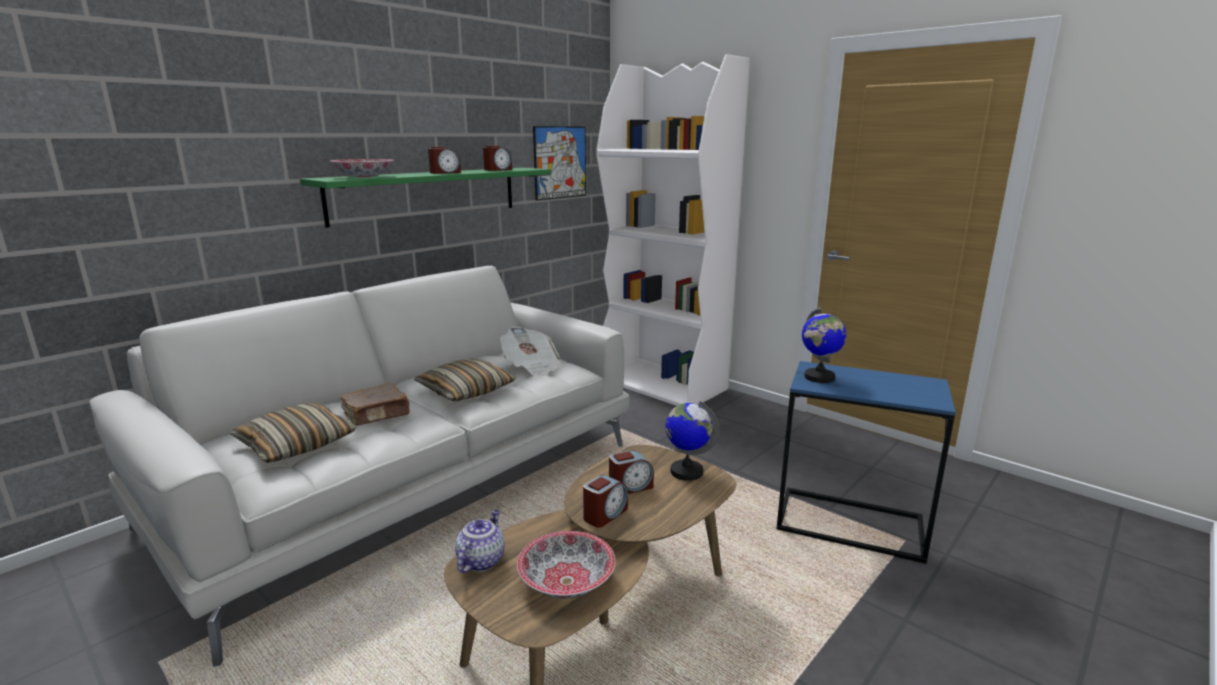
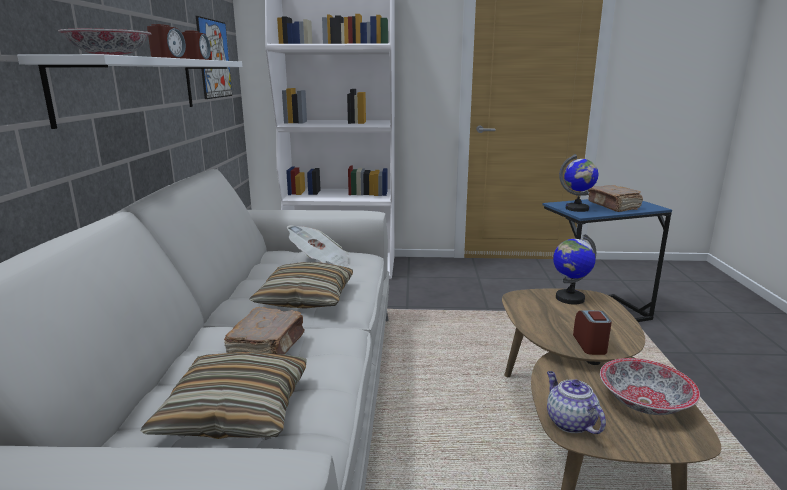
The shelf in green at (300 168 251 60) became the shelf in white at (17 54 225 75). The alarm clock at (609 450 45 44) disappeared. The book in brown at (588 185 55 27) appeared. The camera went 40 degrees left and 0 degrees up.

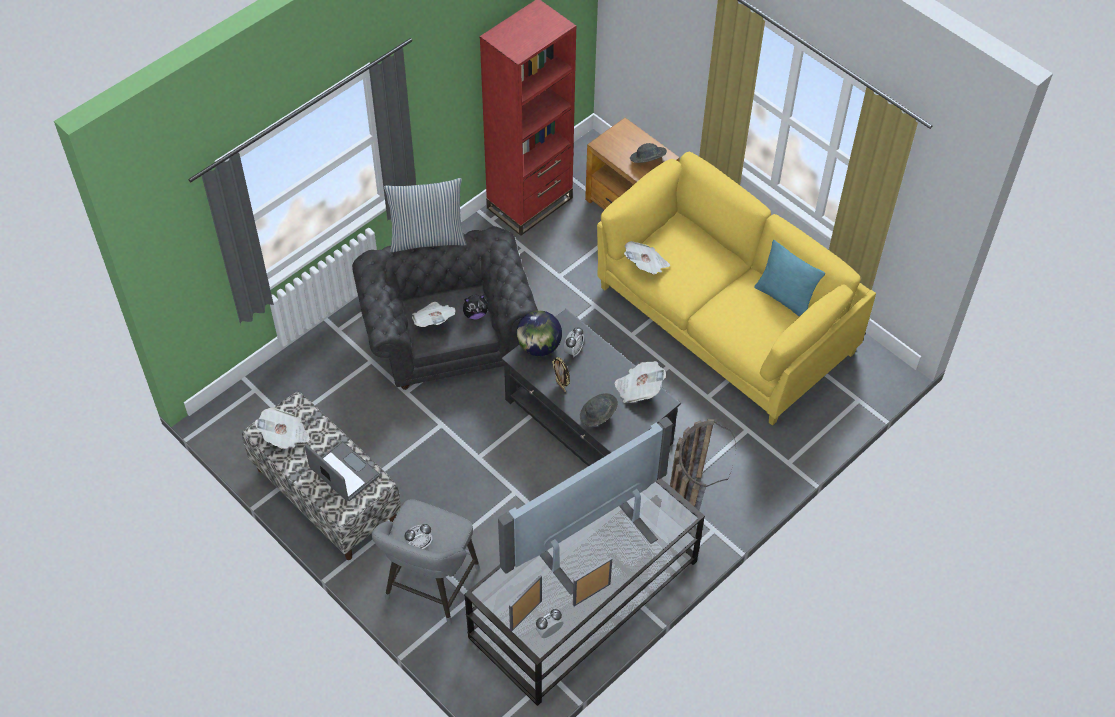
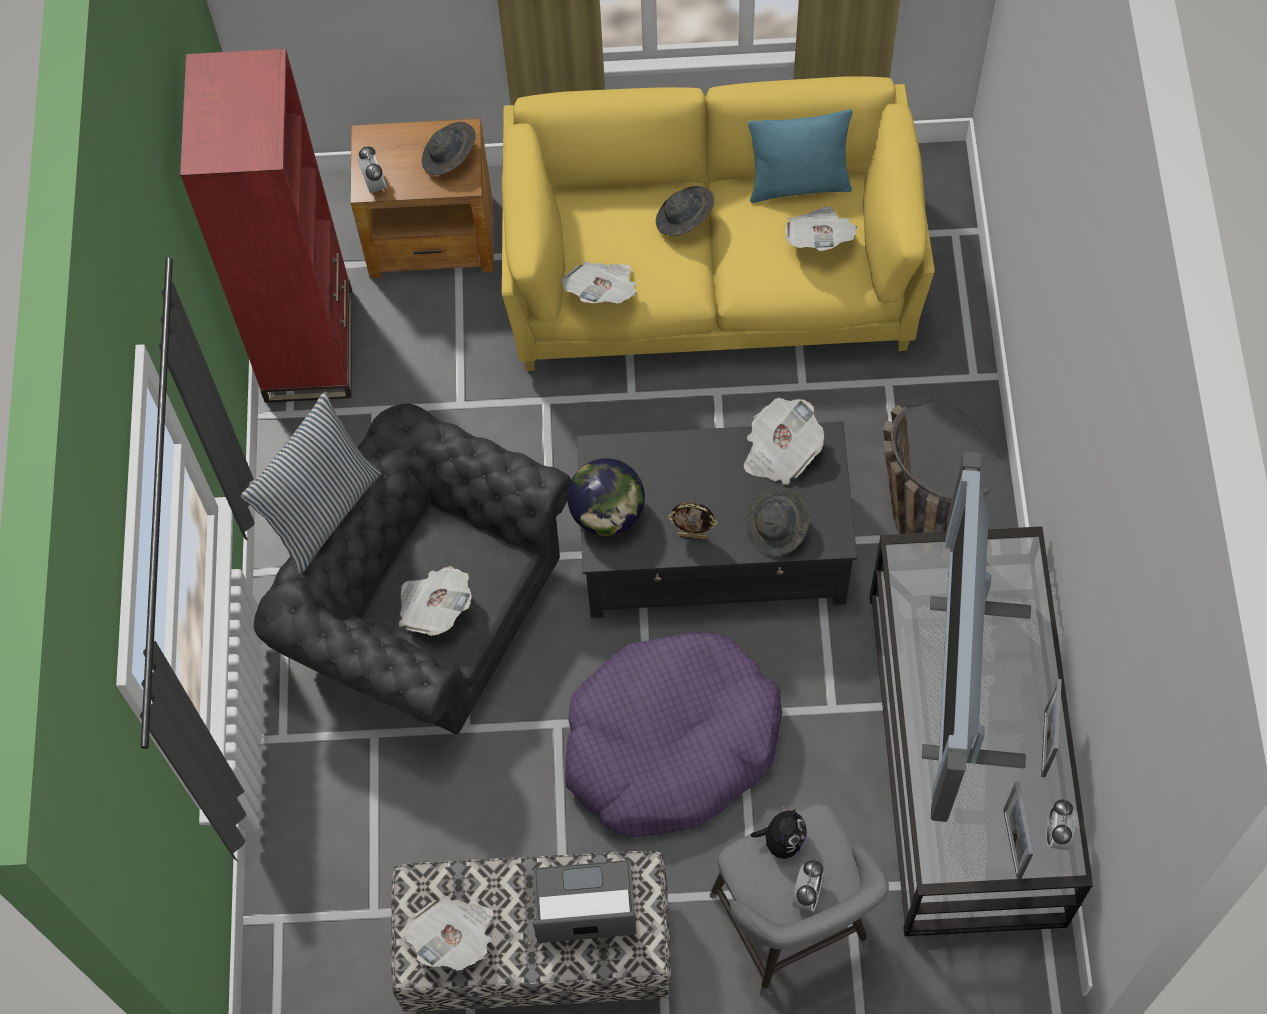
The plush toy moved from (463 295 25 25) to (751 806 56 53). The alarm clock moved from (564 327 20 30) to (357 146 30 47). The hat in grey at (656 186 58 50) appeared. The newspaper at (785 206 73 45) appeared. The dog bed in purple at (565 633 217 204) appeared. The camera went 45 degrees left and 10 degrees up.

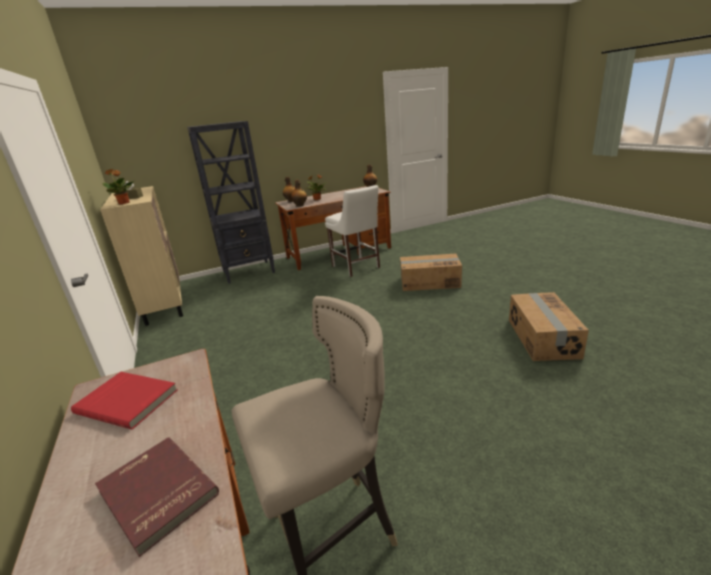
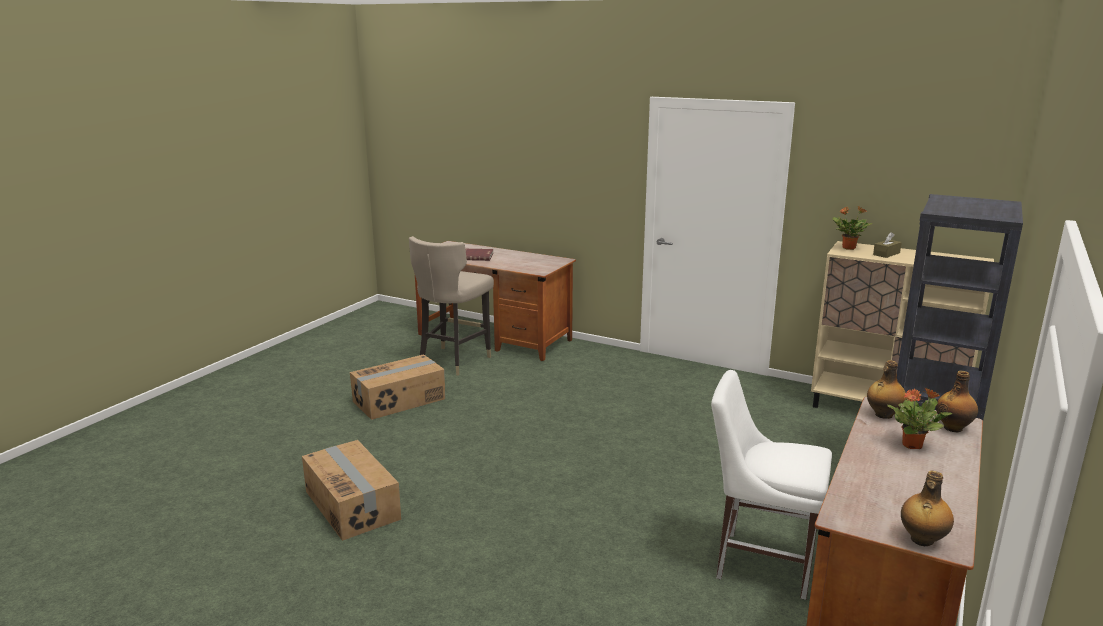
The cardboard box moved from (400 253 62 38) to (350 354 95 66). The book in red at (71 372 106 58) disappeared. The camera went 140 degrees right and 5 degrees down.

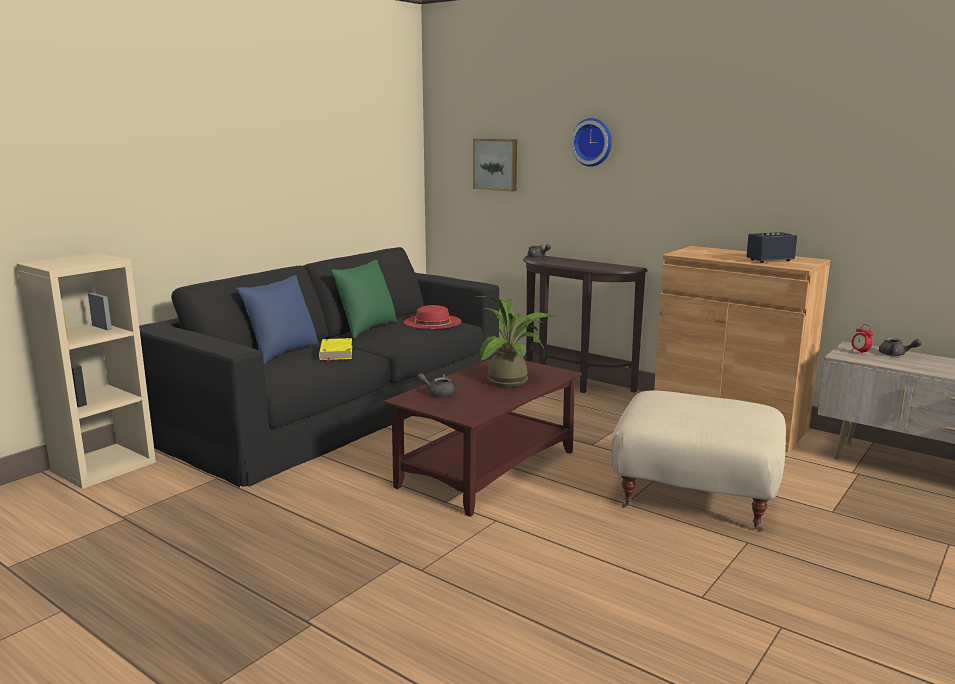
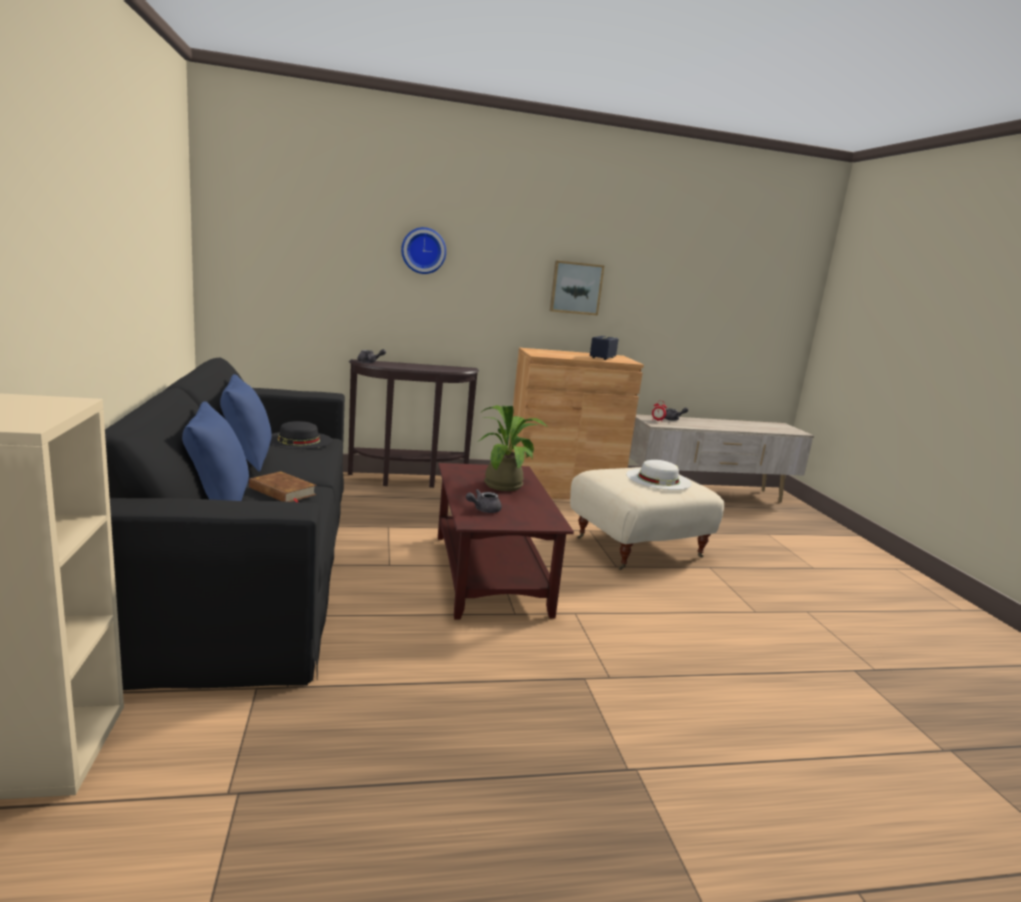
The picture moved from (473 139 44 52) to (550 260 54 56). The pillow in green at (330 260 67 78) became the pillow in blue at (220 374 52 98). The hat in red at (404 305 58 24) became the hat in black at (270 421 62 28). The book in yellow at (319 338 33 24) became the book in brown at (249 471 68 31). The hat in white at (626 460 66 30) appeared. The camera went 50 degrees left and 0 degrees up.

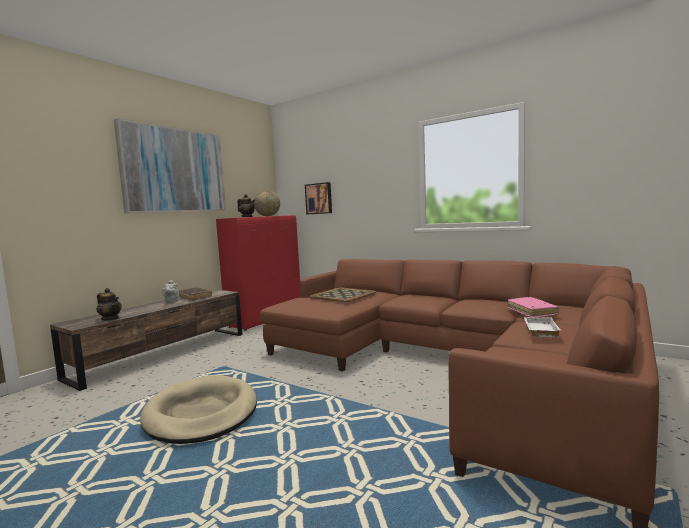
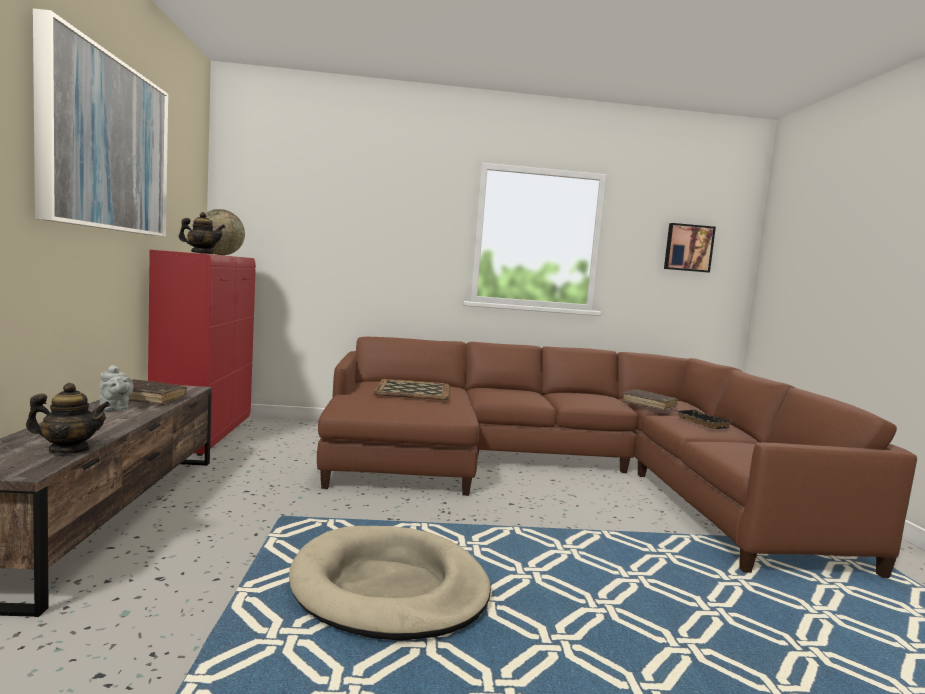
The picture moved from (305 182 27 33) to (664 223 52 49). The book in pink at (508 297 51 21) became the book in brown at (622 389 56 22). The tray in white at (524 317 37 20) became the tray in black at (676 410 56 19). The camera went 40 degrees left and 0 degrees up.

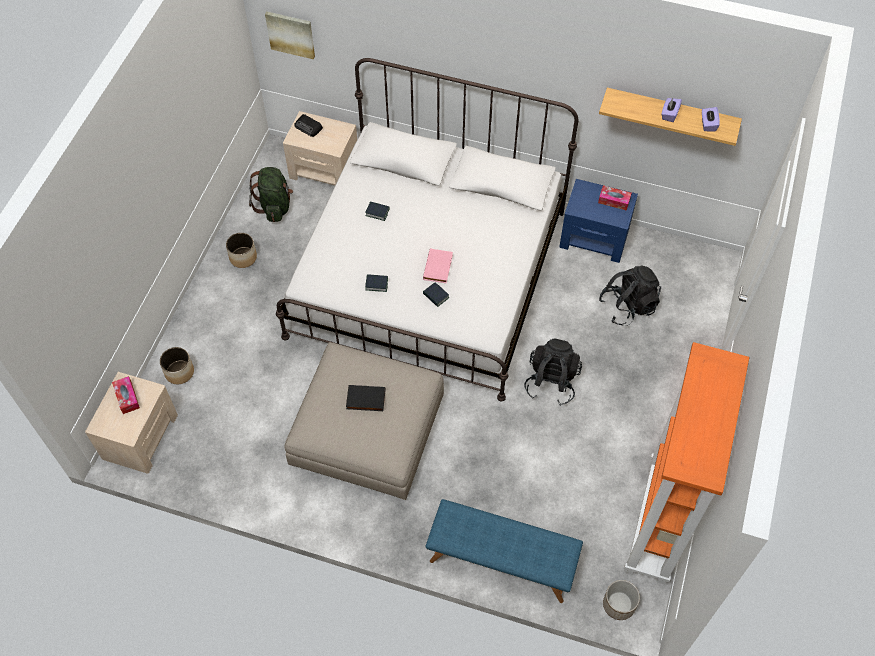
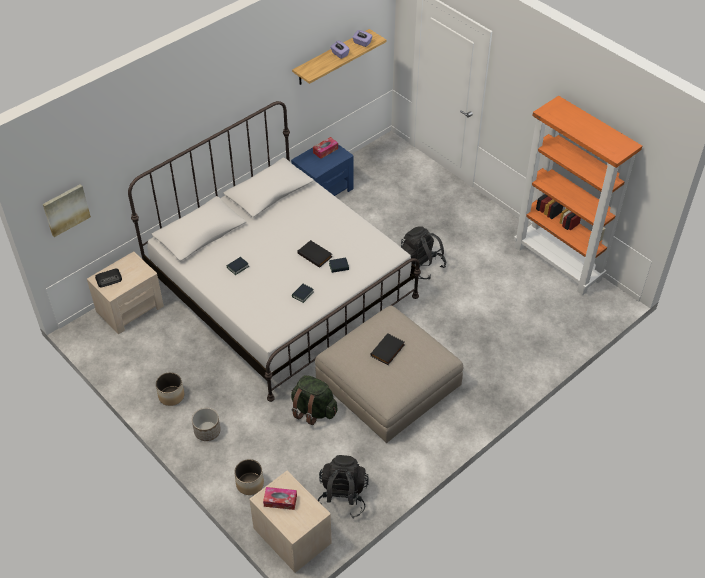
The backpack in green moved from (249 167 44 55) to (291 375 46 50). The book in pink at (423 248 30 35) became the book in black at (297 240 35 28). The backpack in black moved from (599 265 62 61) to (318 455 51 64). The bench in blue at (425 499 158 104) disappeared. The planter moved from (603 580 37 40) to (192 408 29 33). The camera went 60 degrees left and 10 degrees down.

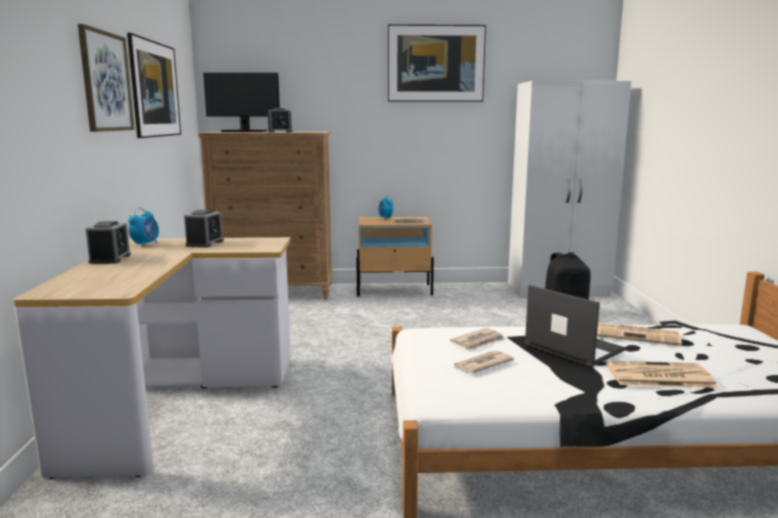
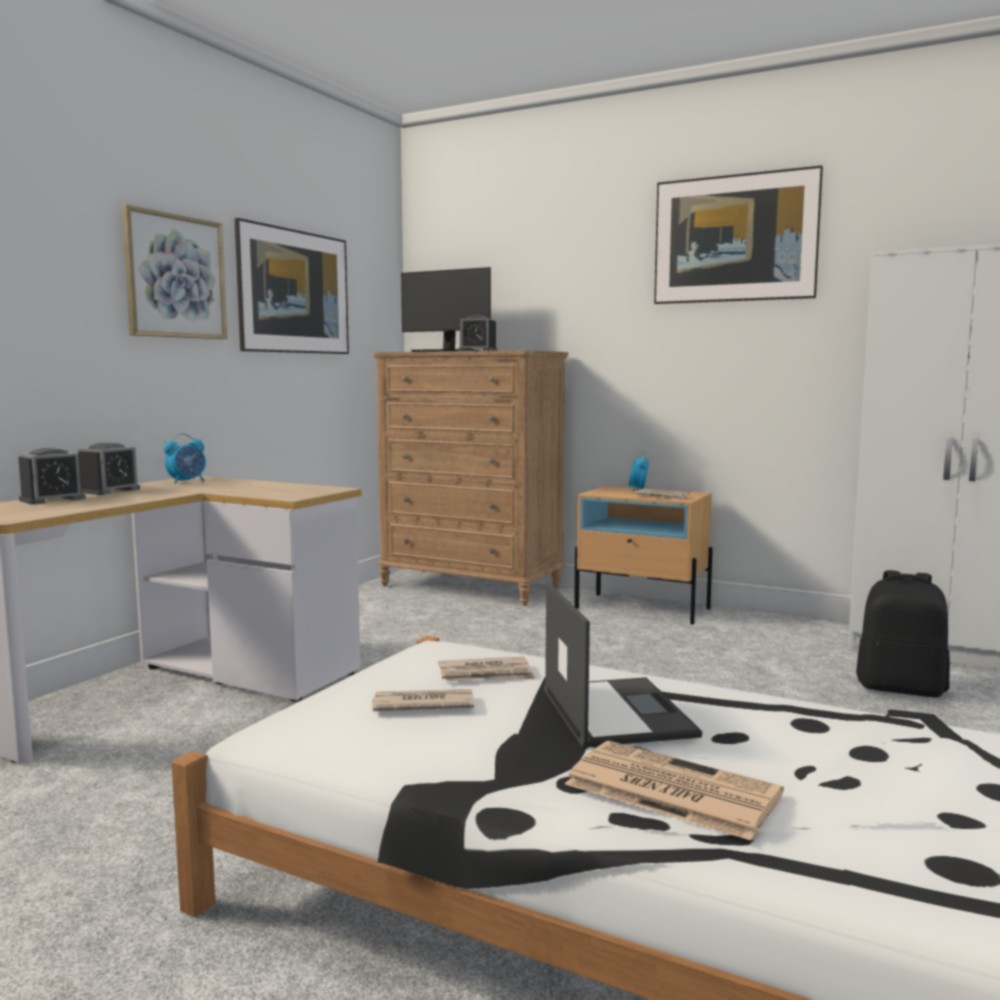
The alarm clock moved from (184 210 40 38) to (18 448 68 56). The newspaper at (597 322 85 24) disappeared. The camera went 30 degrees right and 5 degrees down.

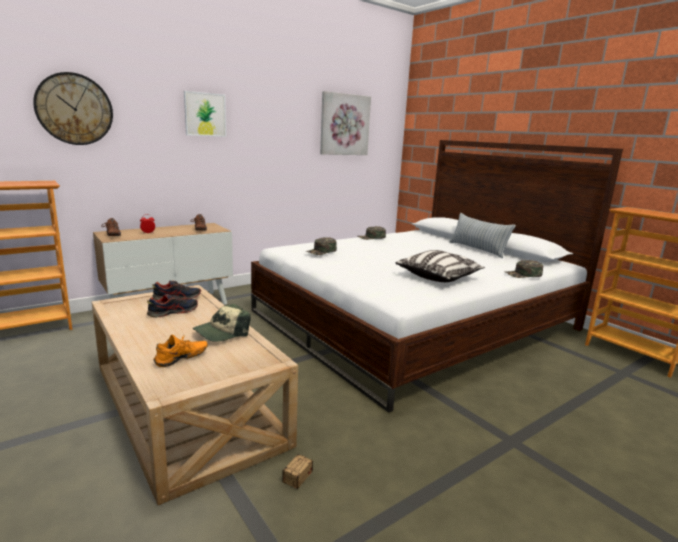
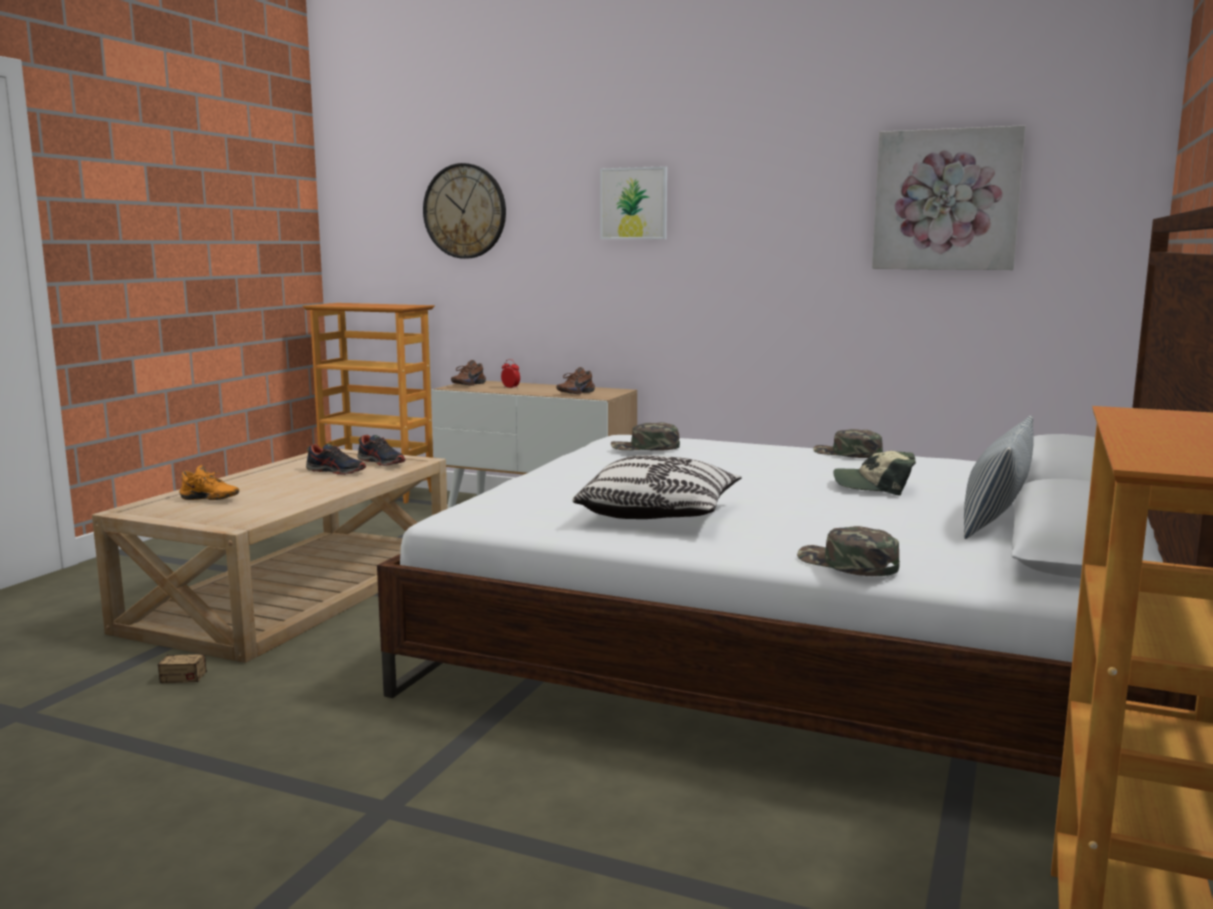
The cap moved from (193 304 58 38) to (834 451 82 45). The camera went 60 degrees right and 5 degrees down.

